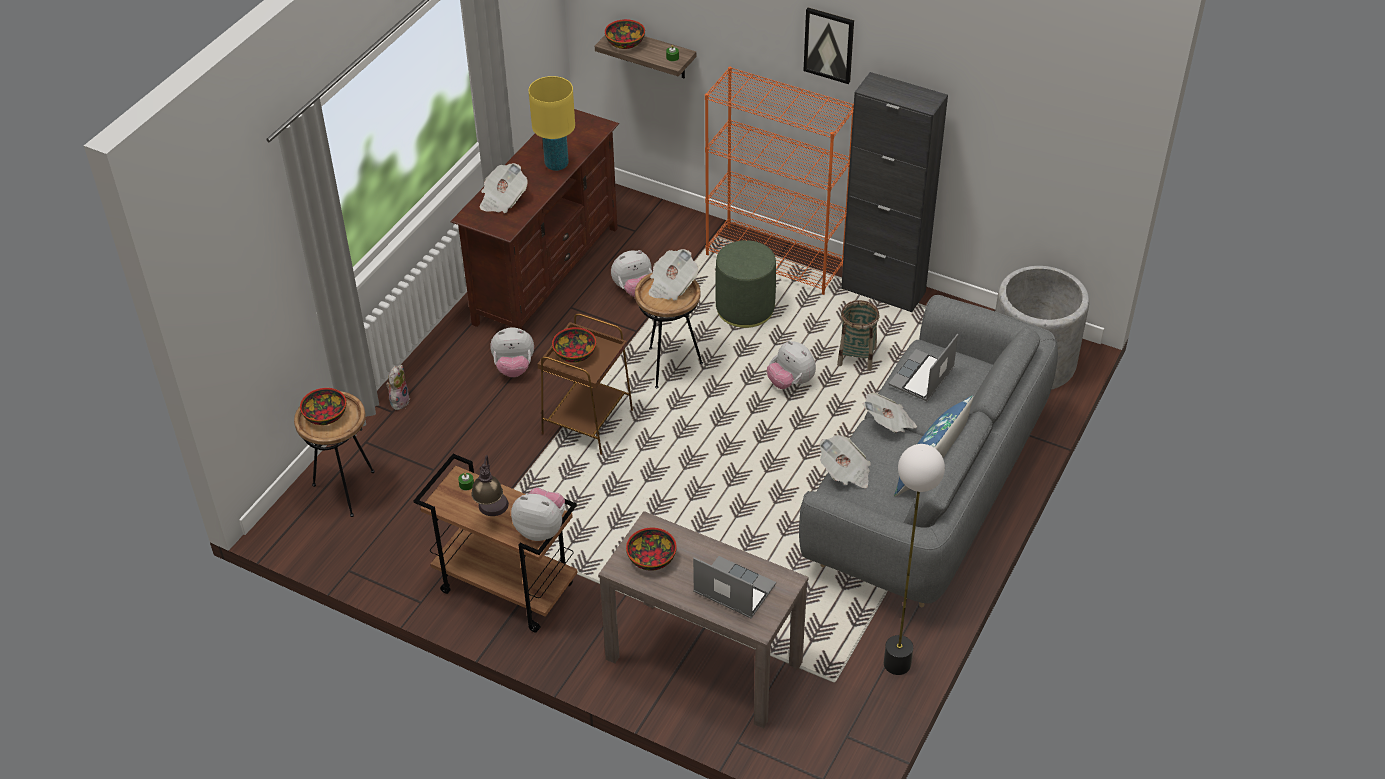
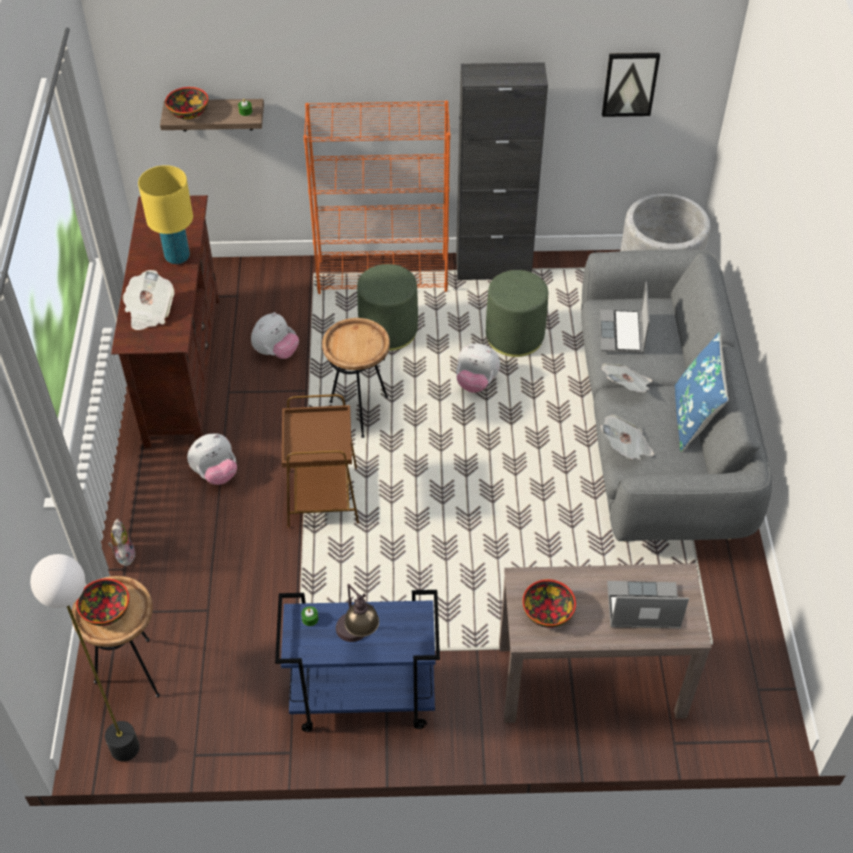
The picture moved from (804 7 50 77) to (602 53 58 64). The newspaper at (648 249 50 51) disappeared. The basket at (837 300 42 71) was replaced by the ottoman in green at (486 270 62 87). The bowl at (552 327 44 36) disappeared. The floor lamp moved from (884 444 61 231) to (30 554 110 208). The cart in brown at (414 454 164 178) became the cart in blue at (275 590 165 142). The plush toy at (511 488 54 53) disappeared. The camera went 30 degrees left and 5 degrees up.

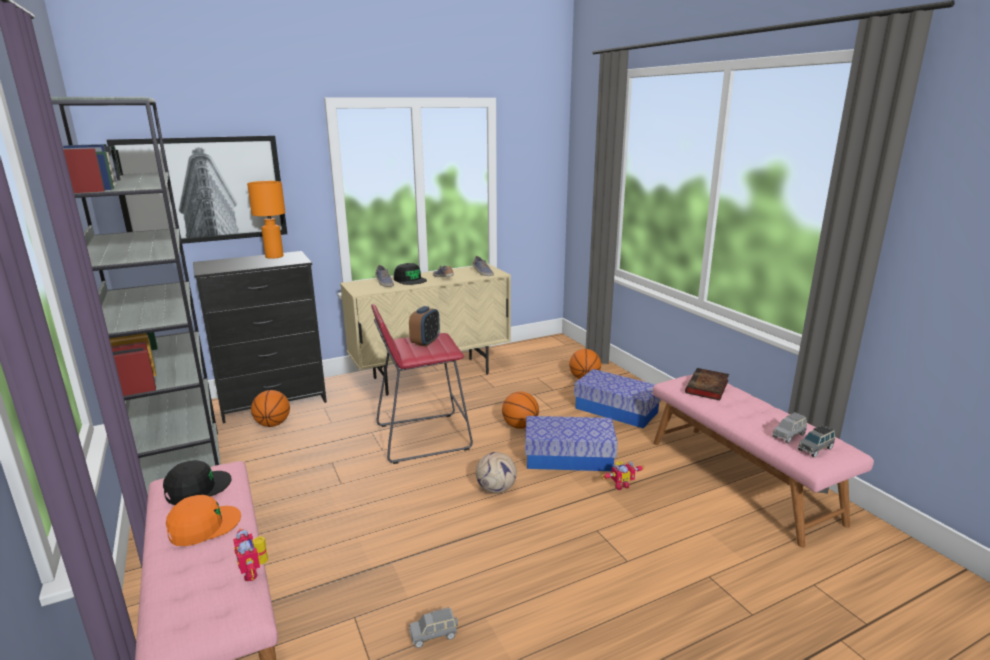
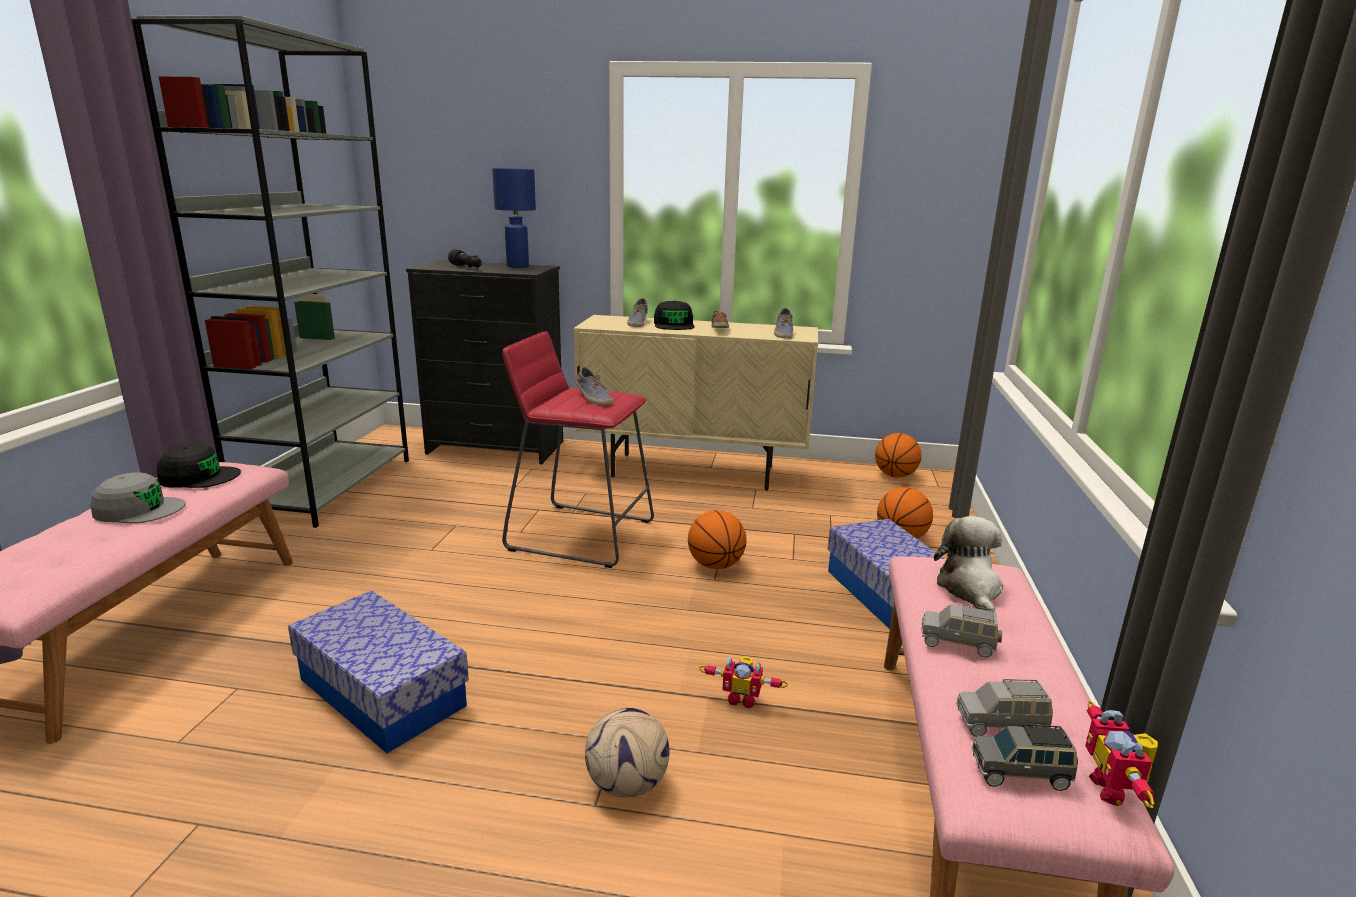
The picture at (107 136 180 108) disappeared. The table lamp in orange at (247 181 39 78) became the table lamp in blue at (492 168 44 100). The alarm clock at (409 306 31 41) was replaced by the shoe at (576 367 37 38). The book at (685 368 44 33) was replaced by the plush toy at (934 516 69 97). The basketball moved from (251 390 39 37) to (875 433 47 45). The storage box moved from (525 416 93 55) to (288 590 181 163). The football moved from (476 452 41 42) to (585 708 85 90). The cap in orange at (166 495 75 51) became the cap in grey at (90 472 96 51). The toy robot moved from (233 528 35 53) to (1085 702 73 106). The toy car in grey moved from (409 607 49 41) to (921 604 81 53). The flashlight in black at (448 249 34 18) appeared. The camera went 35 degrees right and 0 degrees up.

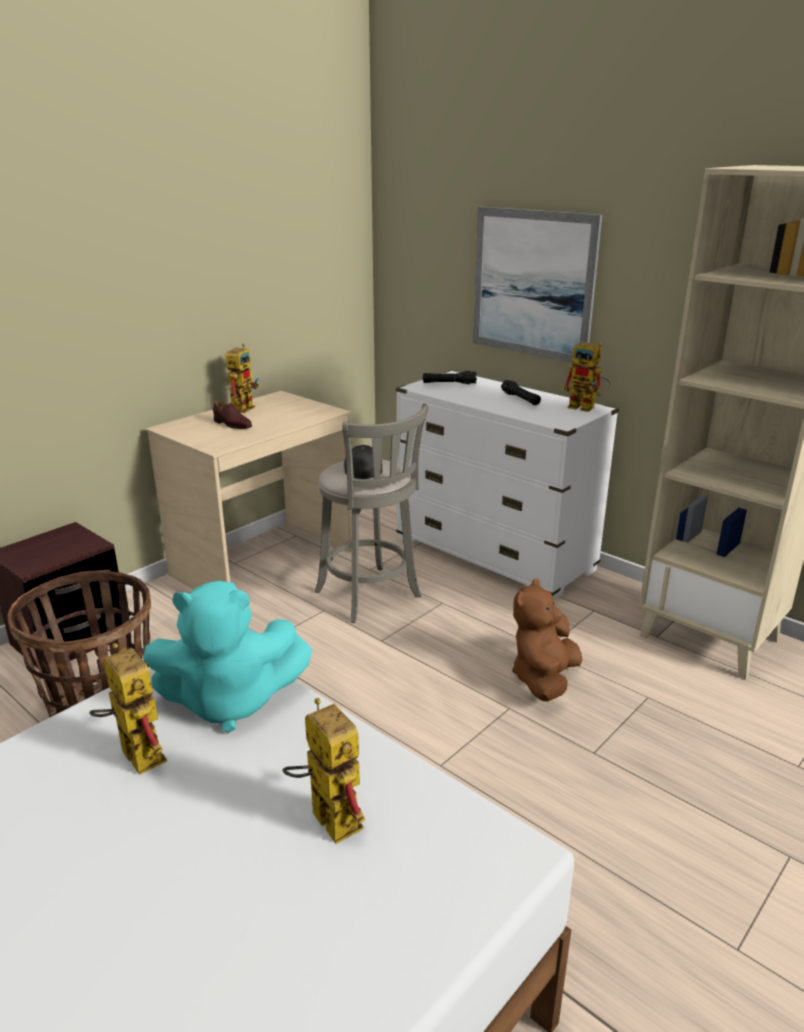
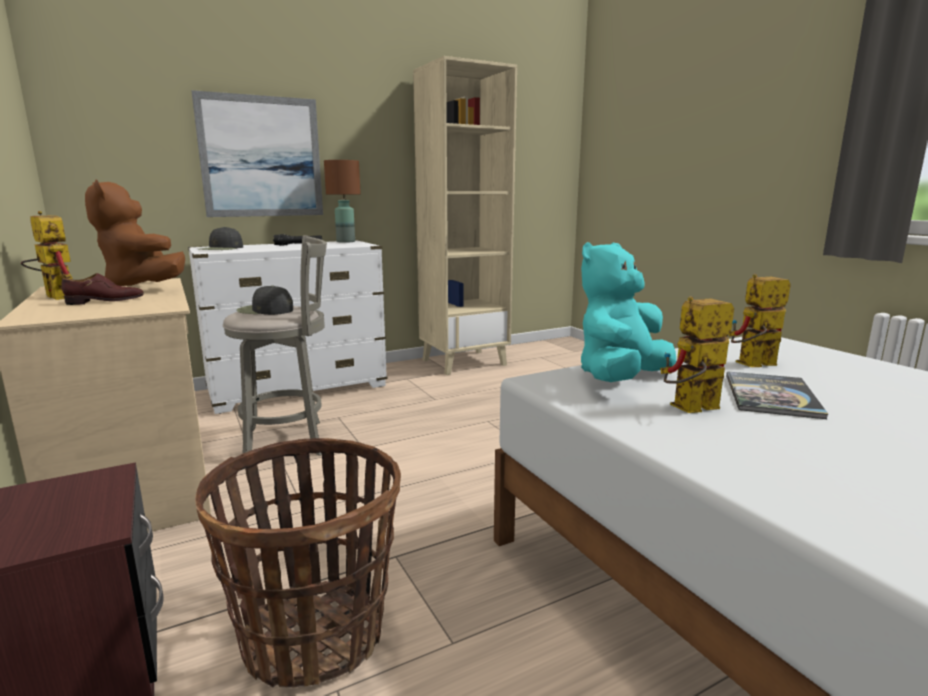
The toy robot at (563 342 48 70) was replaced by the table lamp in brown at (324 160 37 83). The flashlight in black at (423 371 54 13) was replaced by the cap in black at (199 227 44 23). The plush toy in brown moved from (512 578 70 124) to (85 180 100 106). The plush toy in turquoise at (143 581 169 152) turned 150 degrees counterclockwise. The book at (726 371 102 48) appeared. The camera went 70 degrees left and 10 degrees down.

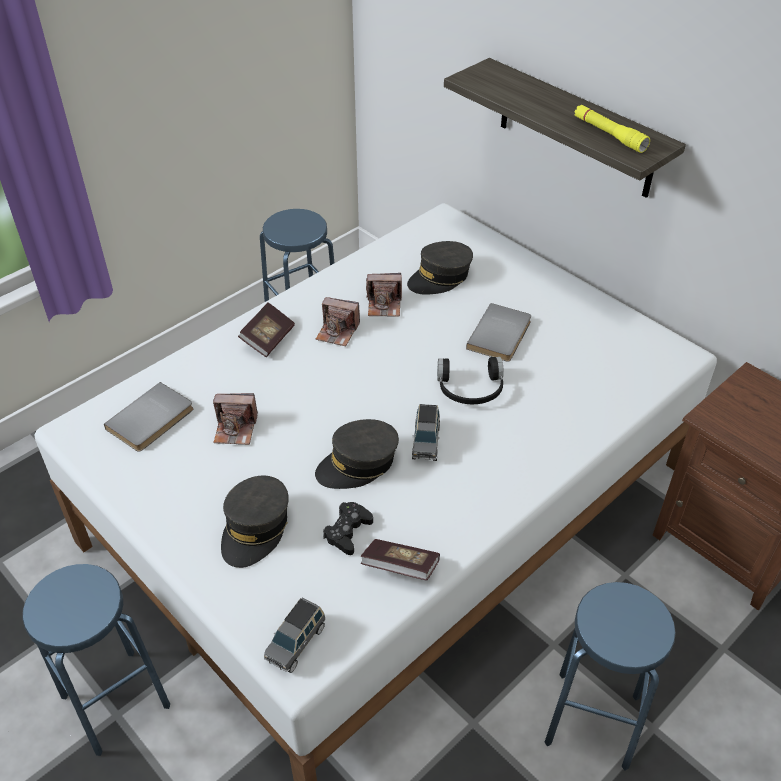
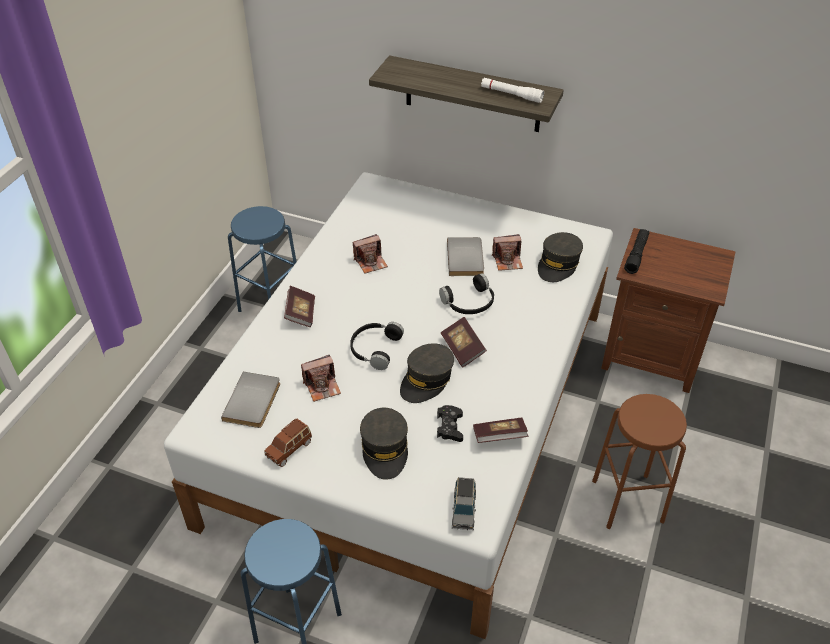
The flashlight in yellow at (575 105 75 48) became the flashlight in white at (481 78 63 25). The cap in grey moved from (407 241 66 54) to (538 232 45 50). The photo camera moved from (316 297 44 49) to (492 234 31 37). The toy car in grey at (412 404 28 57) was replaced by the book at (441 317 46 51). The stool in blue at (545 582 131 188) became the stool in brown at (592 394 95 135). The flashlight in black at (624 229 25 45) appeared. The headphones in black at (350 322 54 48) appeared. The toy car in brown at (265 418 47 49) appeared. The camera went 25 degrees left and 0 degrees up.

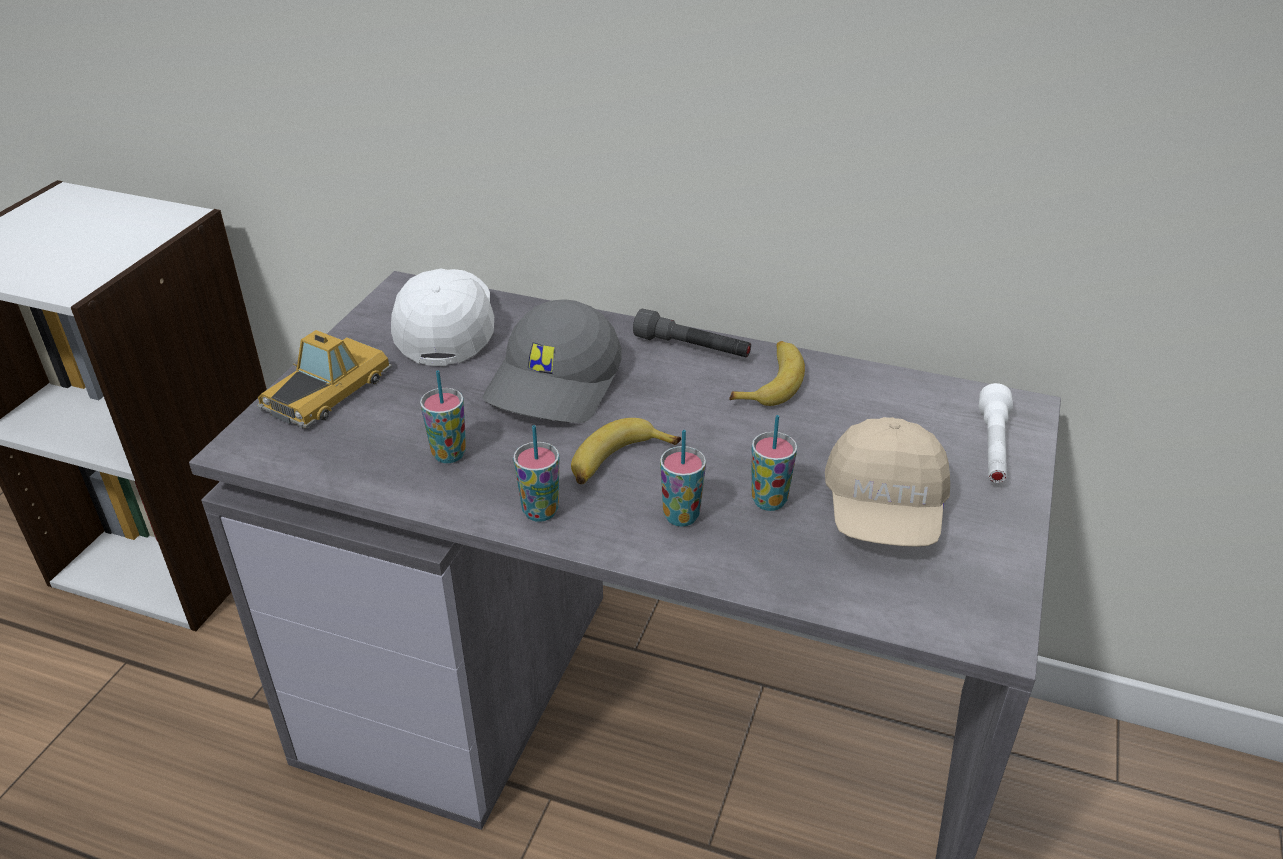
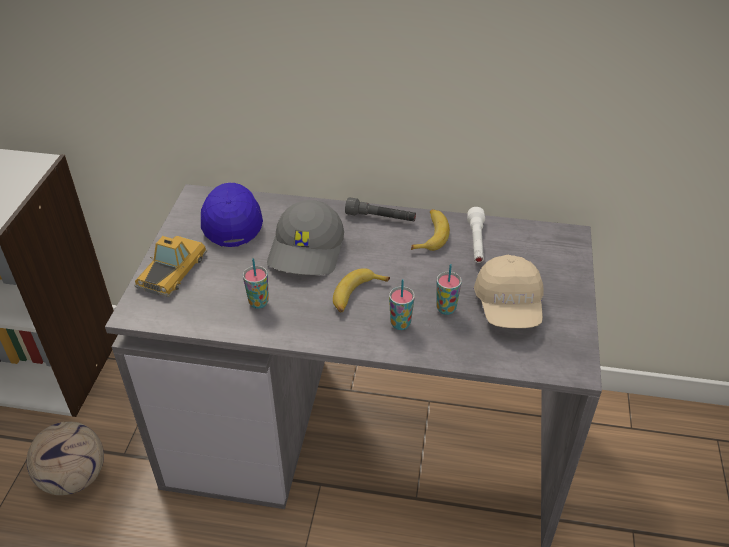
The cap in white at (391 269 103 97) became the cap in blue at (201 183 62 64). The flashlight in white moved from (979 383 34 100) to (467 207 18 56). The cup at (513 425 46 97) disappeared. The football at (27 422 77 73) appeared. The camera went 10 degrees left and 5 degrees up.

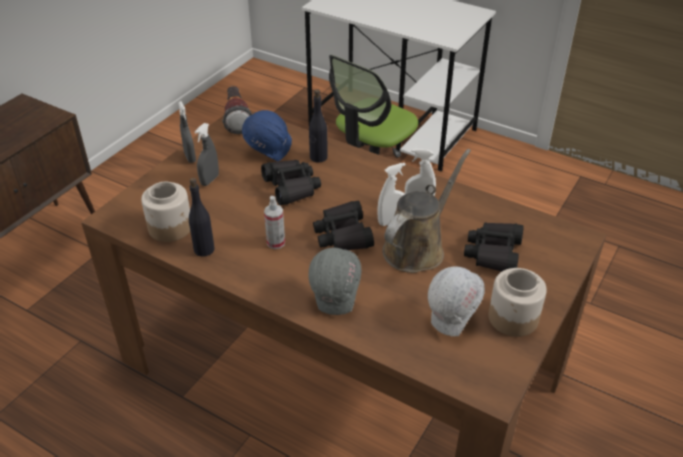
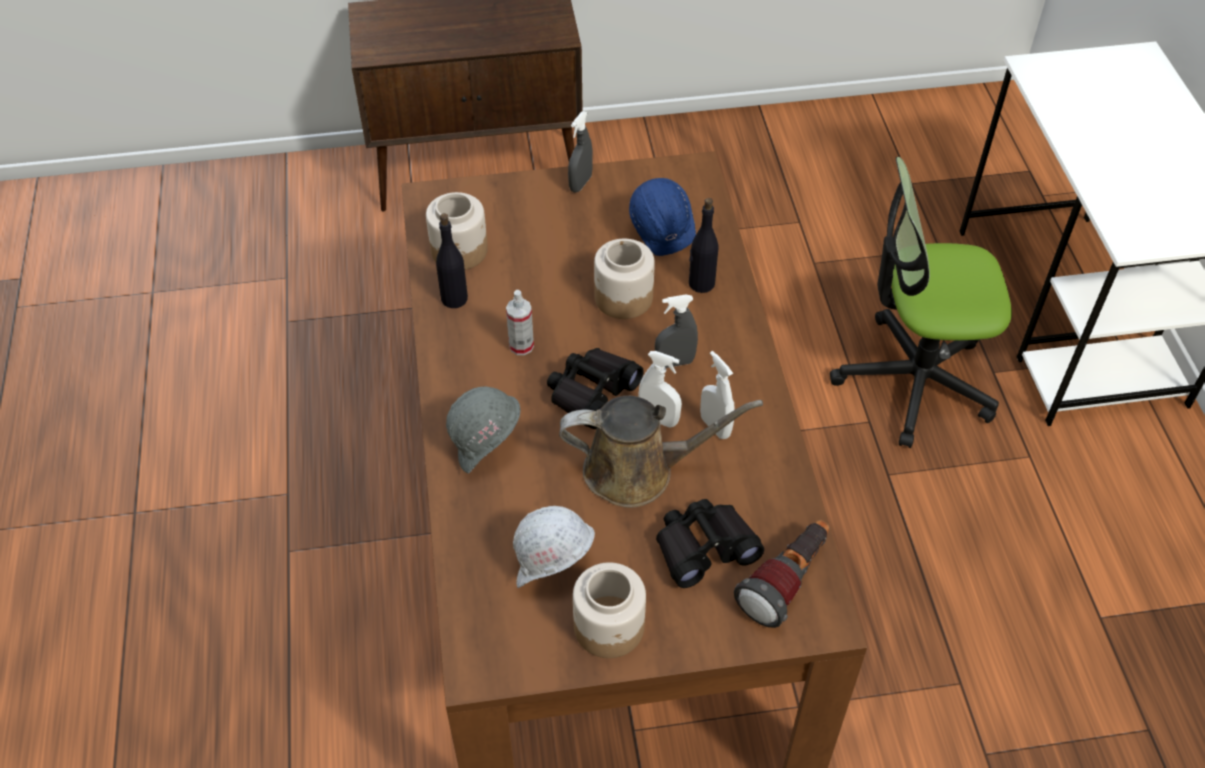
The flashlight moved from (222 86 30 48) to (734 520 95 108). The spray bottle in grey moved from (195 123 24 63) to (655 294 43 74). The binoculars in black at (261 160 60 45) was replaced by the jar at (594 239 61 80). The camera went 50 degrees right and 10 degrees up.

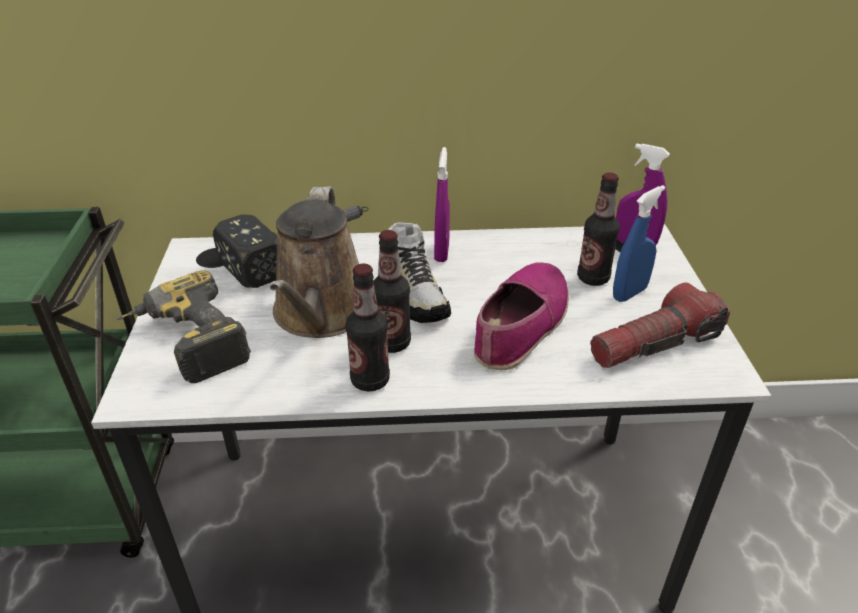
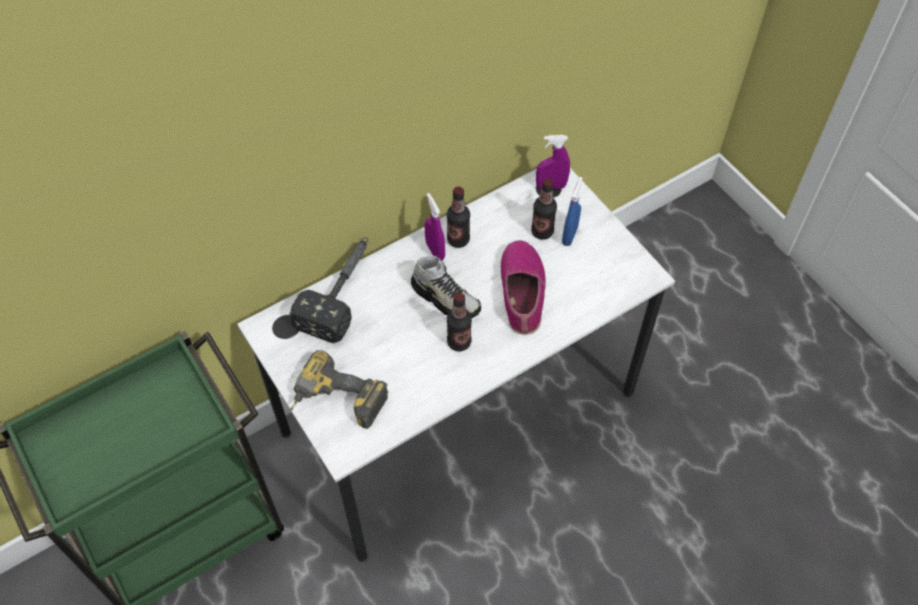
The watering can in brown at (270 187 89 151) disappeared. The bottle moved from (345 263 45 128) to (447 186 23 62). The flashlight at (590 283 140 85) disappeared. The camera went 30 degrees left and 20 degrees up.

